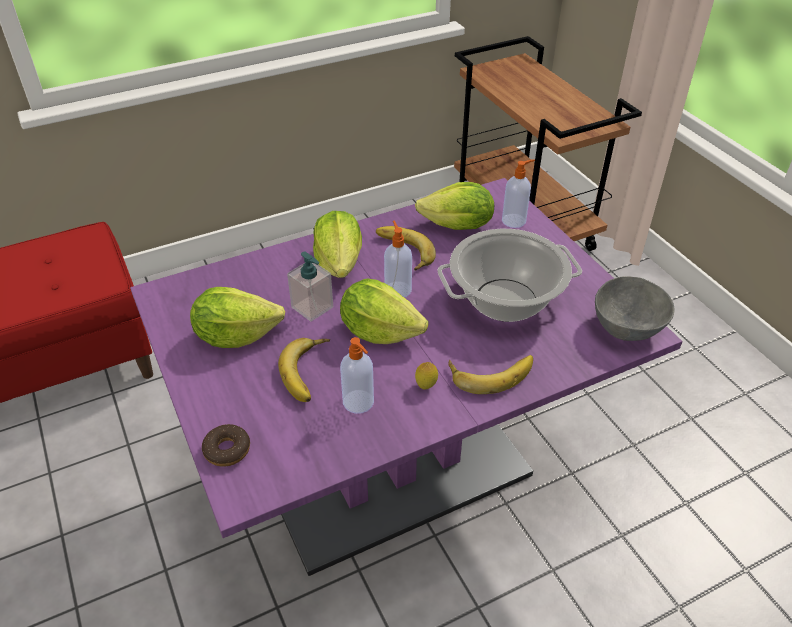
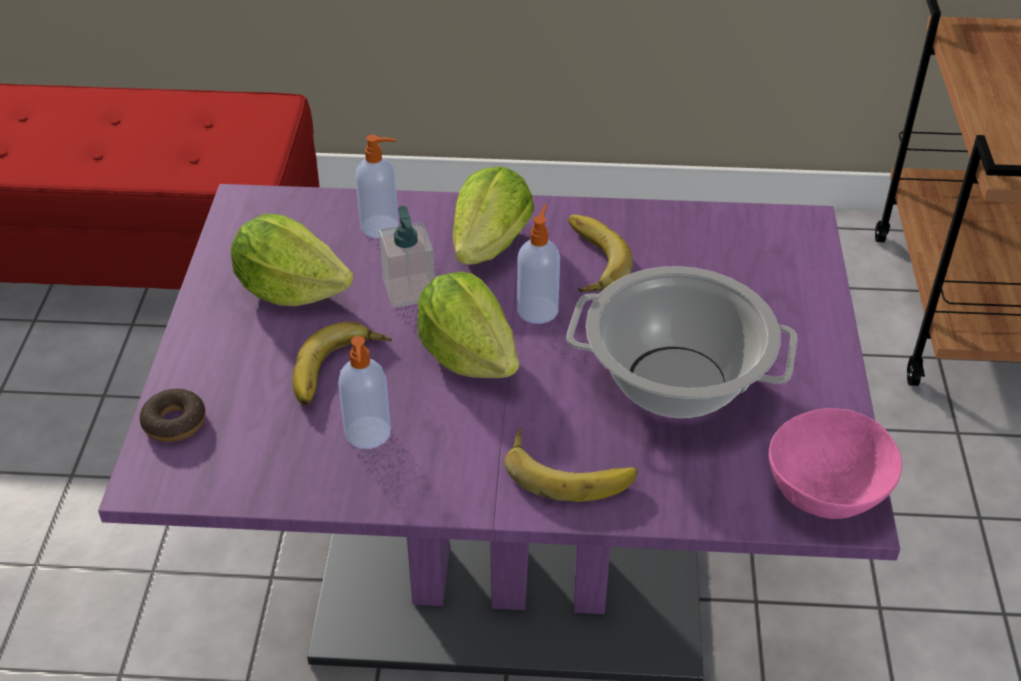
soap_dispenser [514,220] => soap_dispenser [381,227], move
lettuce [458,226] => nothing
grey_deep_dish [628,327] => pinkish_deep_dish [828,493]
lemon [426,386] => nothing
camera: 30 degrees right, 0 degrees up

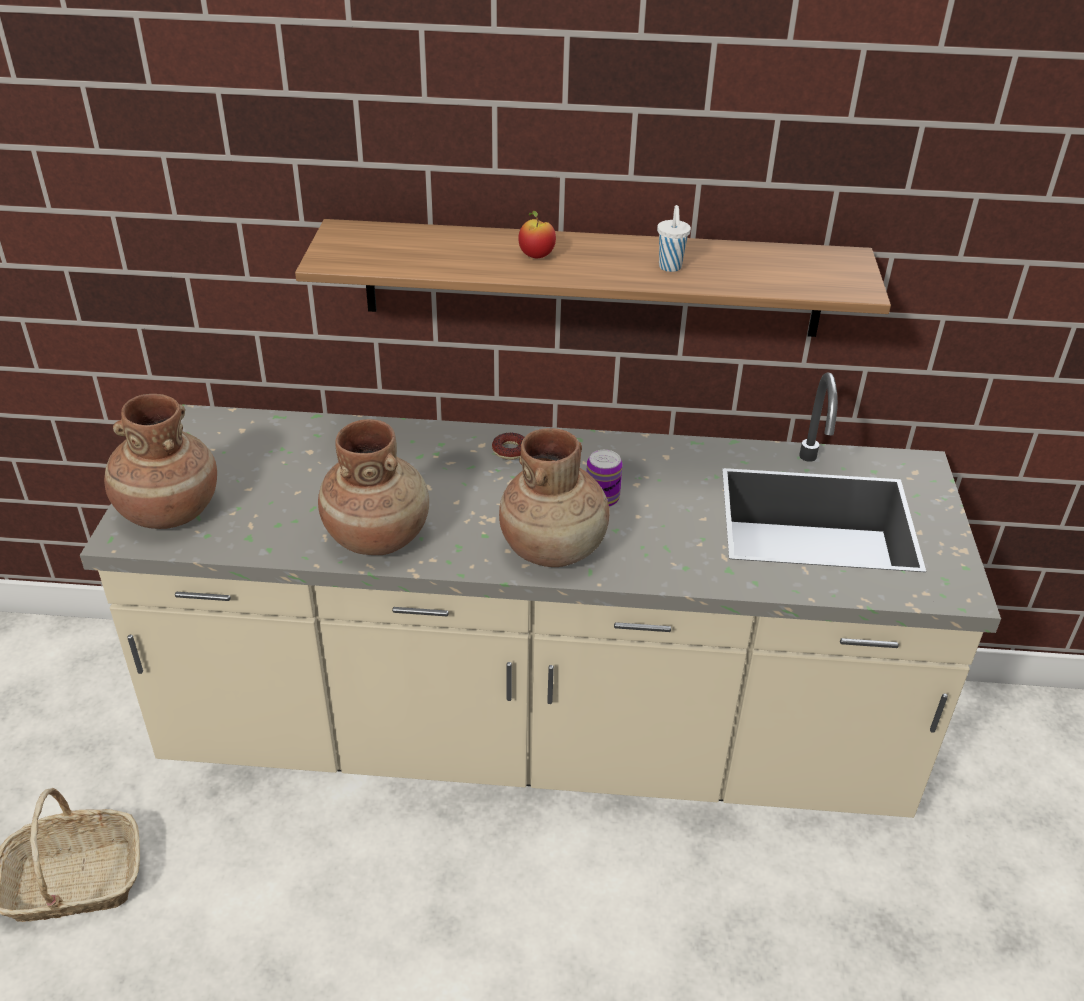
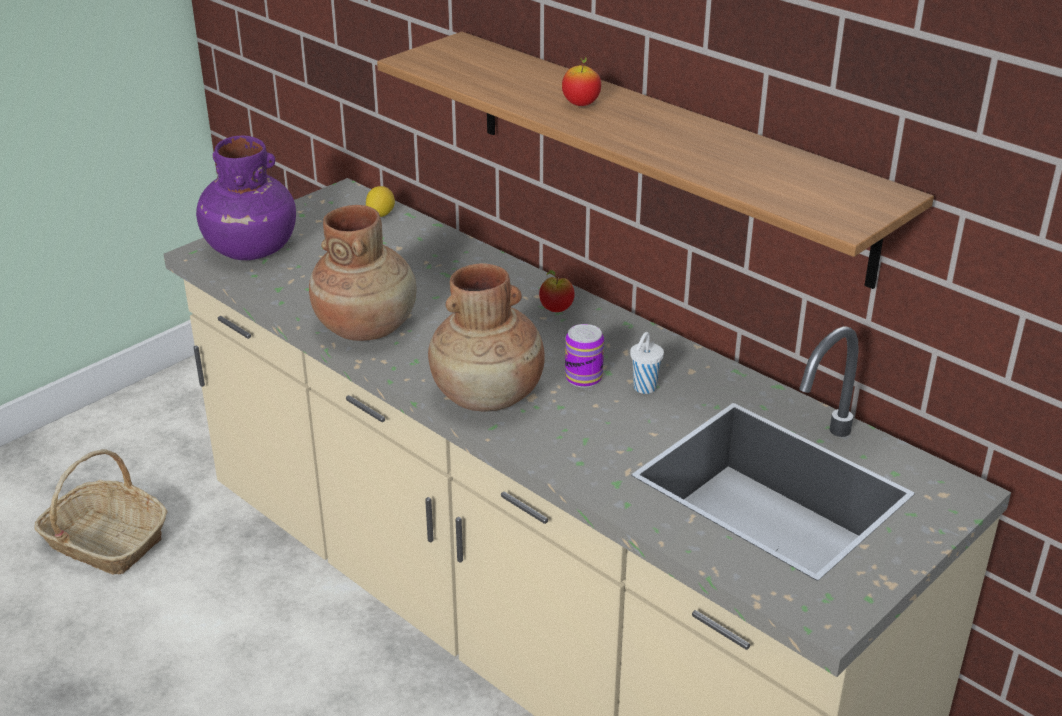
whitish_cup [670,268] => whitish_cup [644,388], move
brown_flower_vase [168,511] => purplish_flower_vase [251,249]
doughnut [510,450] => apple [556,309]
nothing => lemon [380,214]
camera: 40 degrees right, 5 degrees down

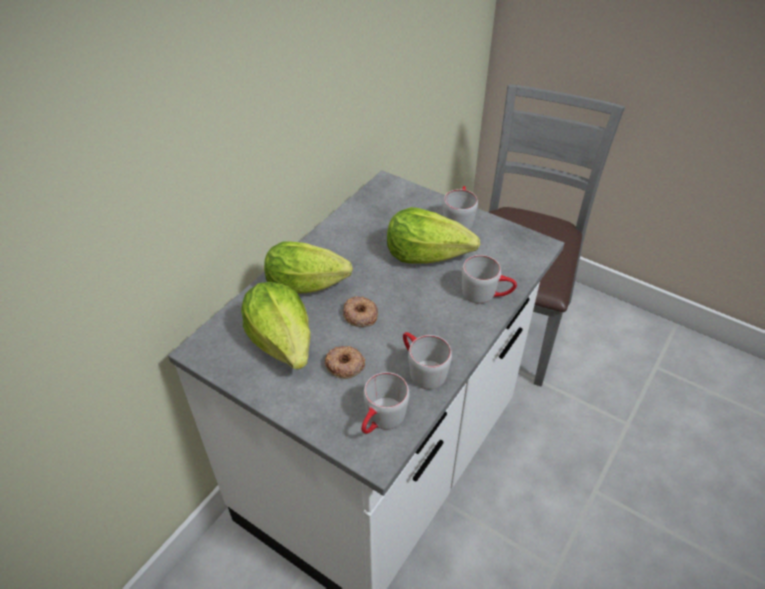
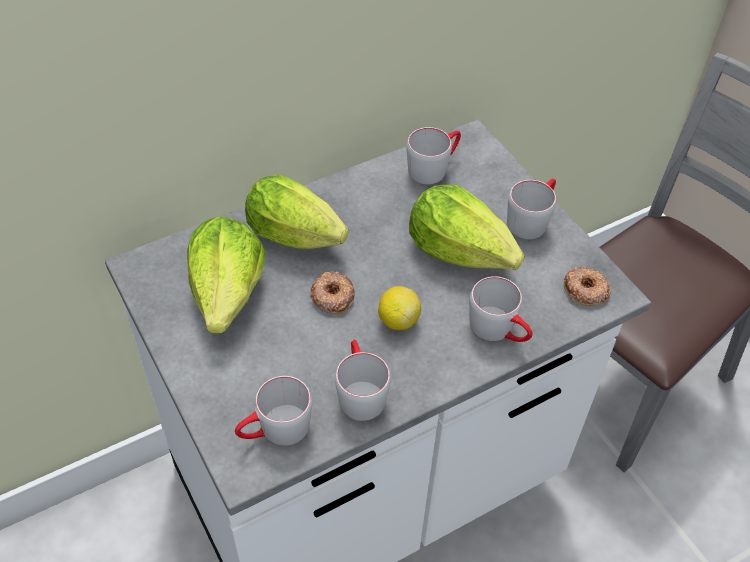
doughnut [344,365] => doughnut [585,290], move
nothing => grey_tea_mug [434,167]
nothing => lemon [398,320]
camera: 25 degrees right, 5 degrees up

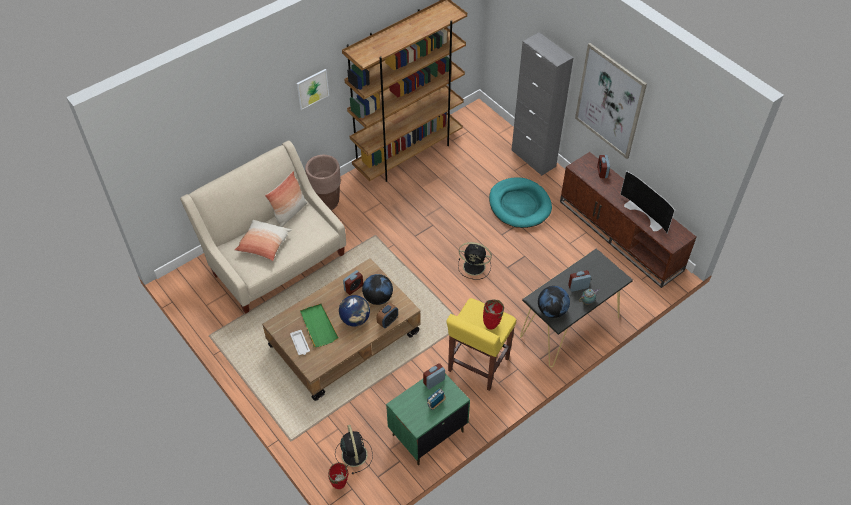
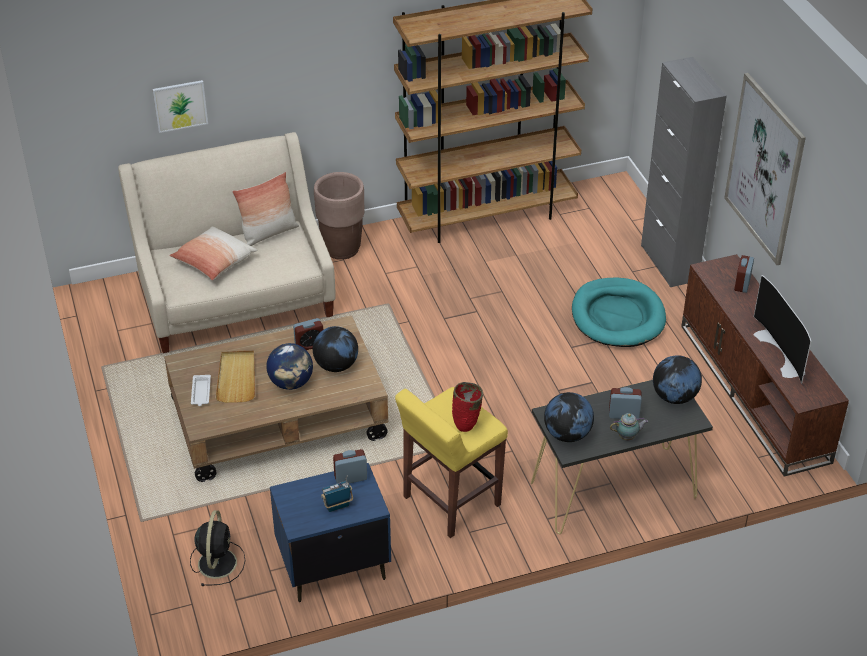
wall_picture [312,88] => wall_picture [180,105], move
black_cooling_fan [475,267] => nothing
greenish_carrying_tray [318,326] => beige-coloured_carrying_tray [237,378]
bedside_clock [387,321] => nothing
greenish_bedside_table [427,433] => bluish_bedside_table [332,566]
red_flower_vase [339,485] => nothing
nothing => globe [674,397]
camera: 20 degrees right, 10 degrees down

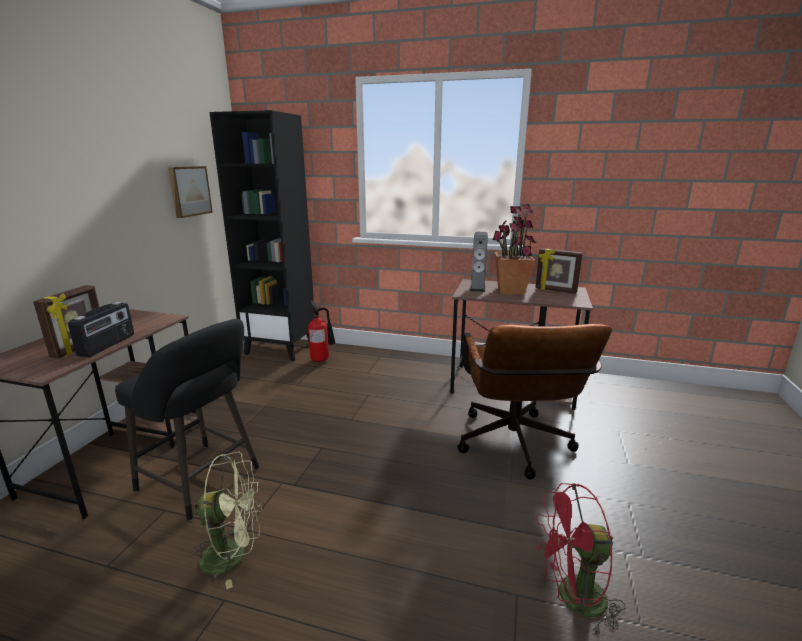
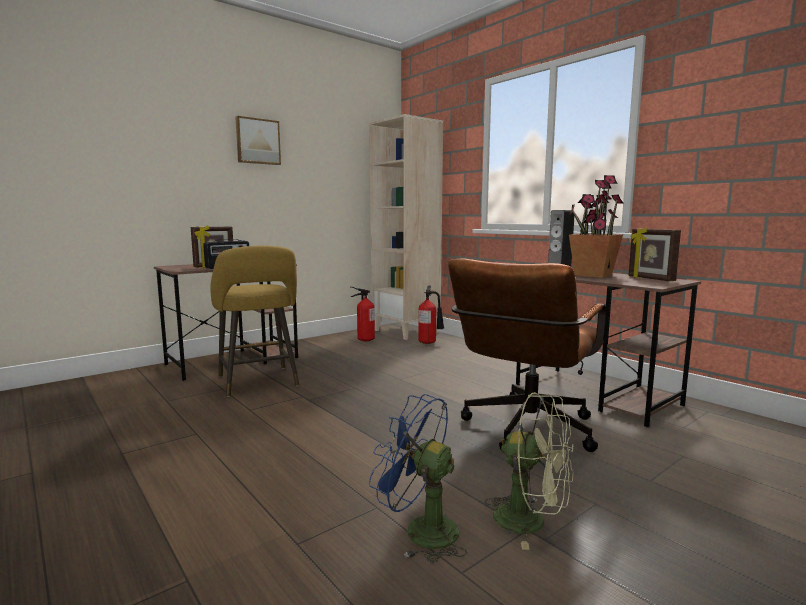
black_bookshelf [281,348] => beige-coloured_bookshelf [406,332]
wall_picture [189,191] => wall_picture [257,141], move
black_stool [203,481] => yellow_stool [259,383]
greenish_cooling_fan [233,555] => greenish_cooling_fan [531,521], move
red_cooling_fan [572,599] => bluish_cooling_fan [420,530]
nothing => fire-fighting_cylinder [364,340]
camera: 35 degrees right, 10 degrees down

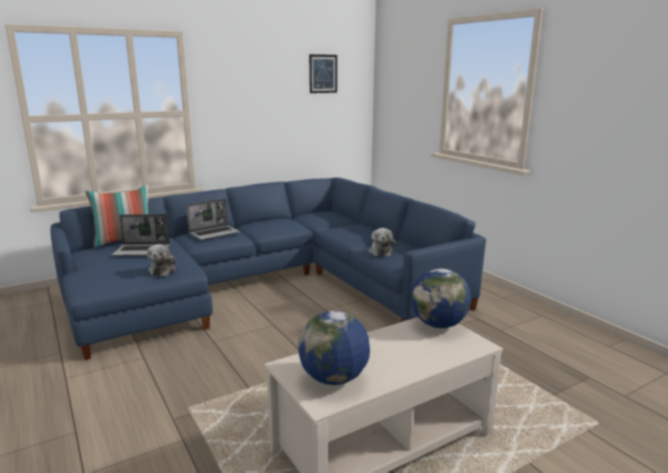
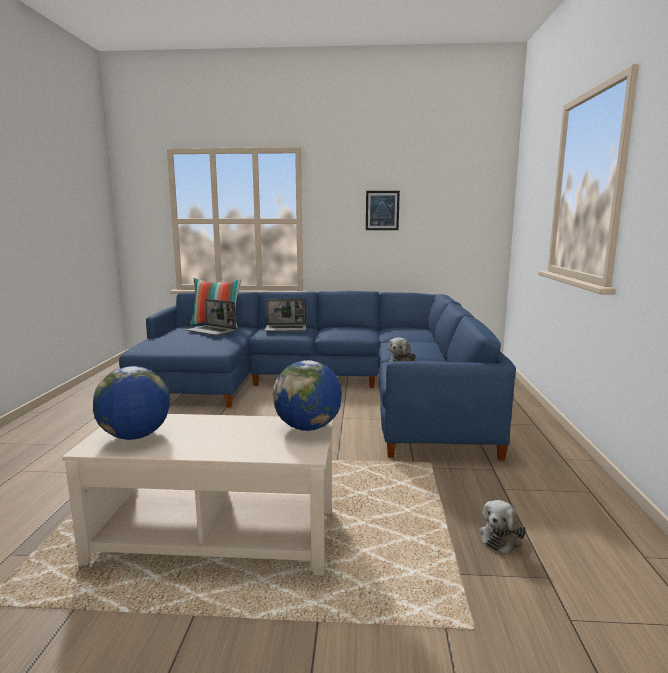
wall_picture [323,73] => wall_picture [382,210], move
soft_toy [163,270] => soft_toy [502,537], move
camera: 35 degrees right, 5 degrees down

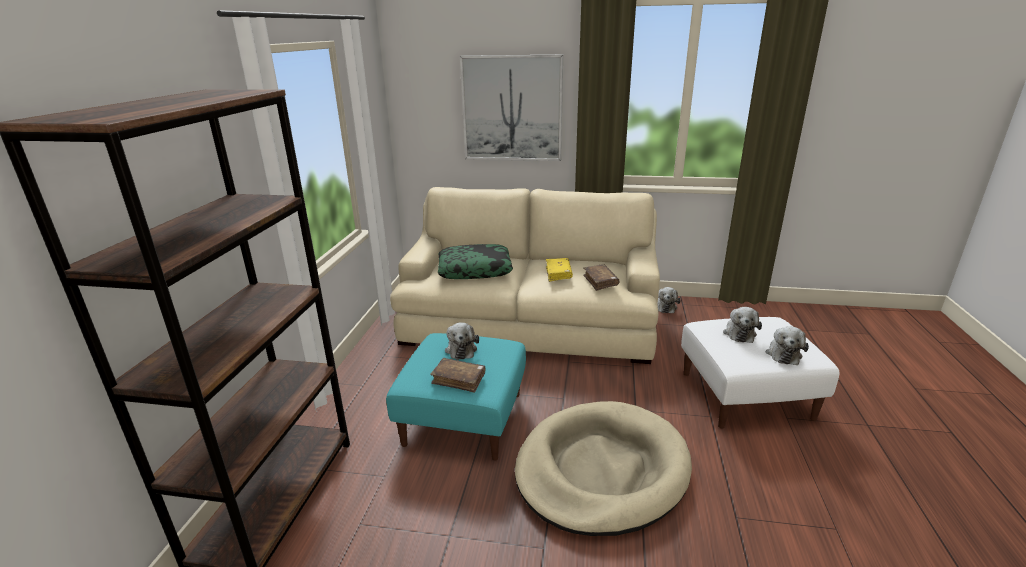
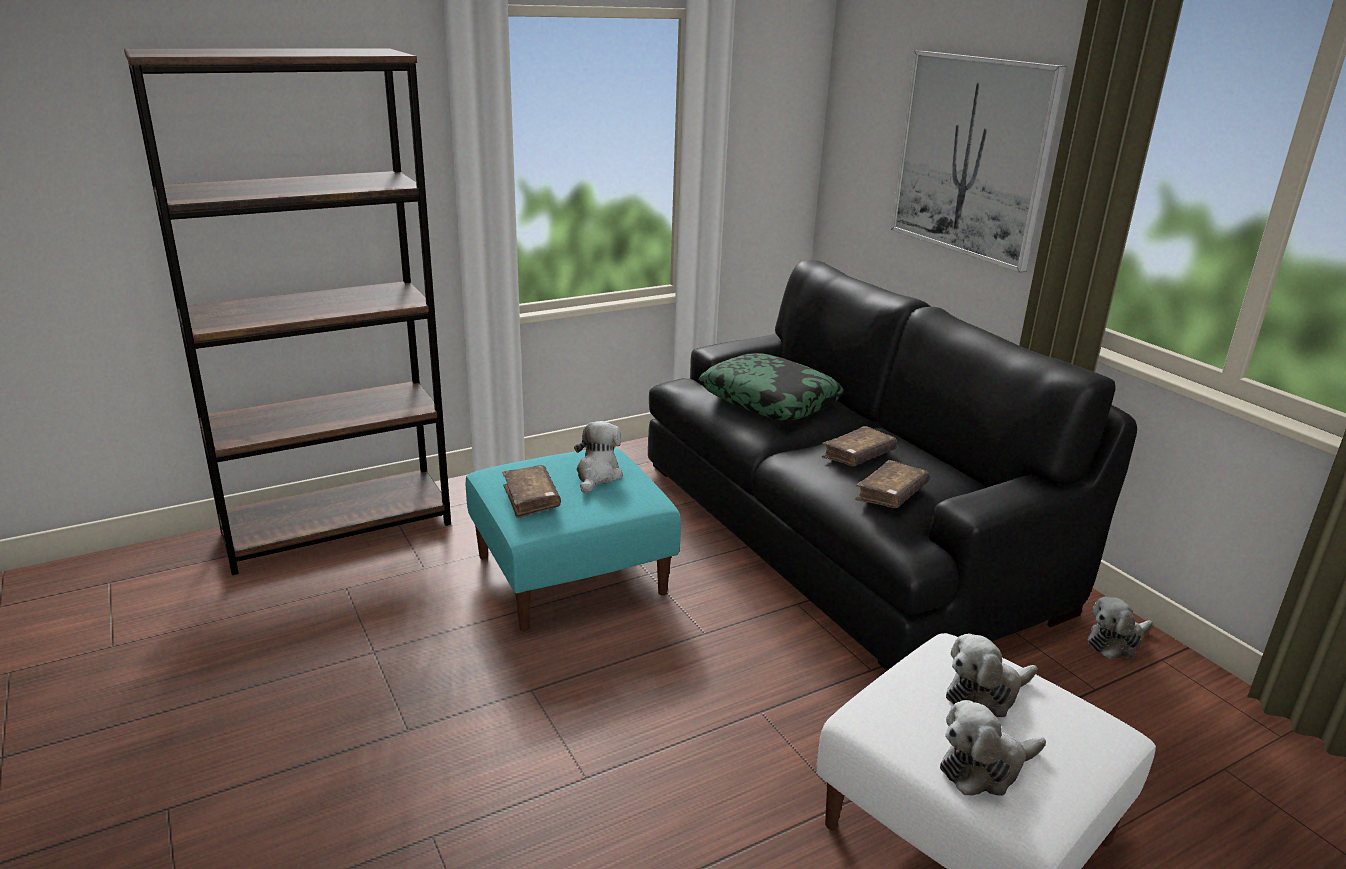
beige-coloured_settee [528,324] => black_settee [839,533]
yellow_book [558,274] => brown_book [858,456]
soft_toy [461,349] => soft_toy [597,475], 150 degrees clockwise
beige-coloured_pet_bed [601,470] => nothing
camera: 50 degrees right, 0 degrees up

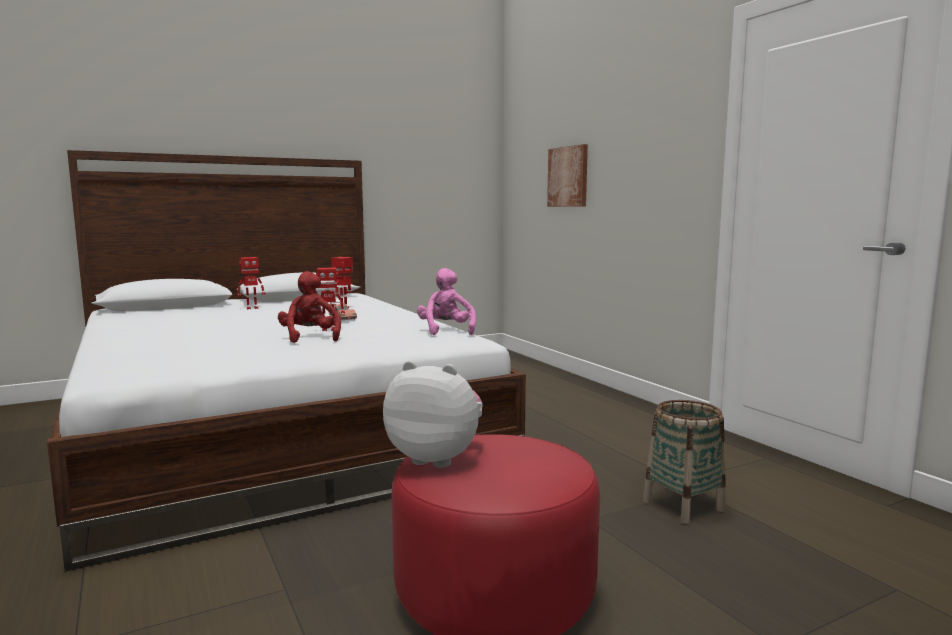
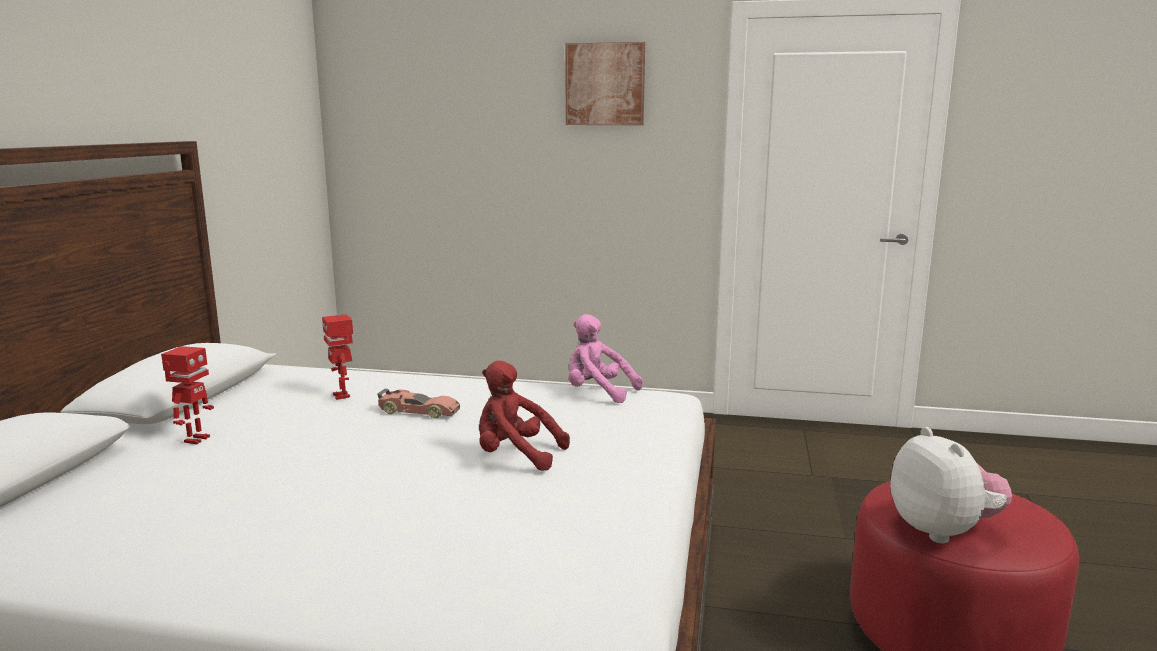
wall_picture [568,177] => wall_picture [605,84], move
model_robot [329,329] => nothing
soft_toy [436,458] => soft_toy [943,531], 105 degrees clockwise
basket [683,506] => nothing
camera: 50 degrees left, 5 degrees up

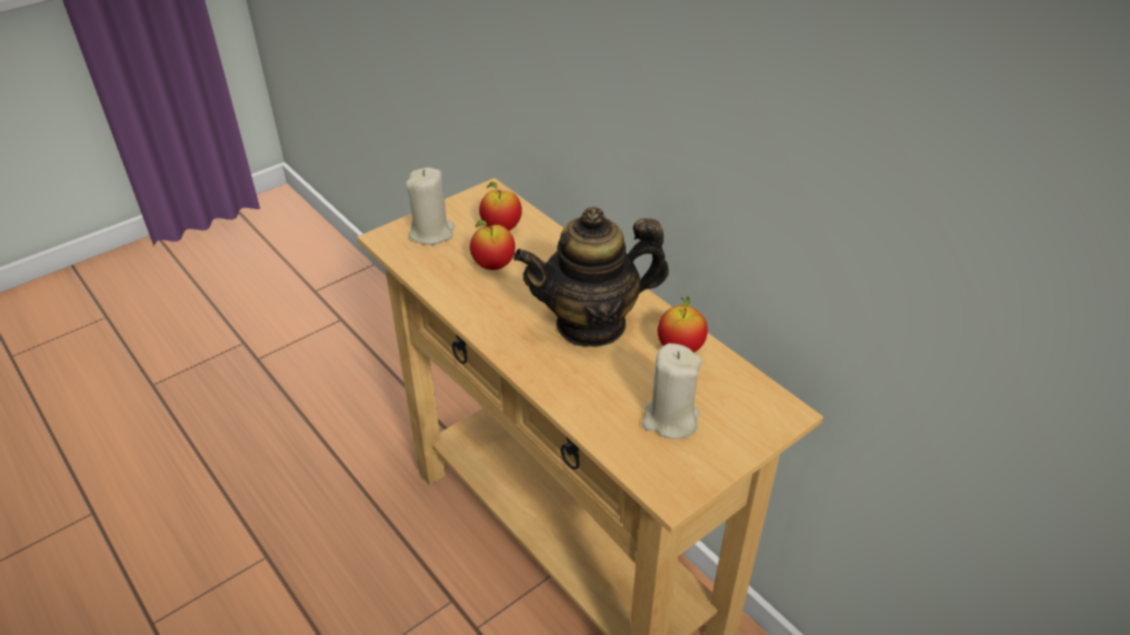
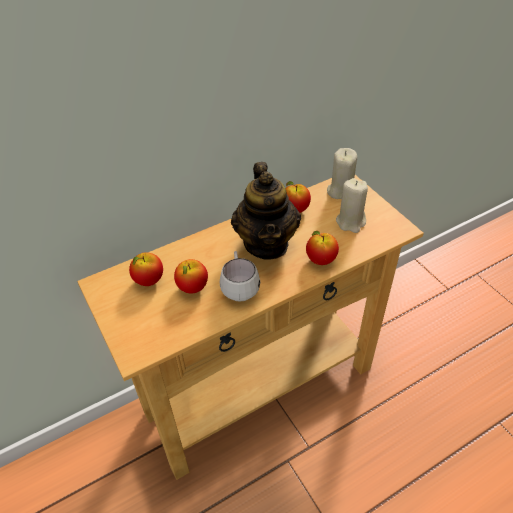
beige-coloured_wax_candle [432,233] => beige-coloured_wax_candle [340,191], move
nothing => apple [321,260]
nothing => whitish_tea_mug [239,286]
camera: 80 degrees left, 5 degrees up

